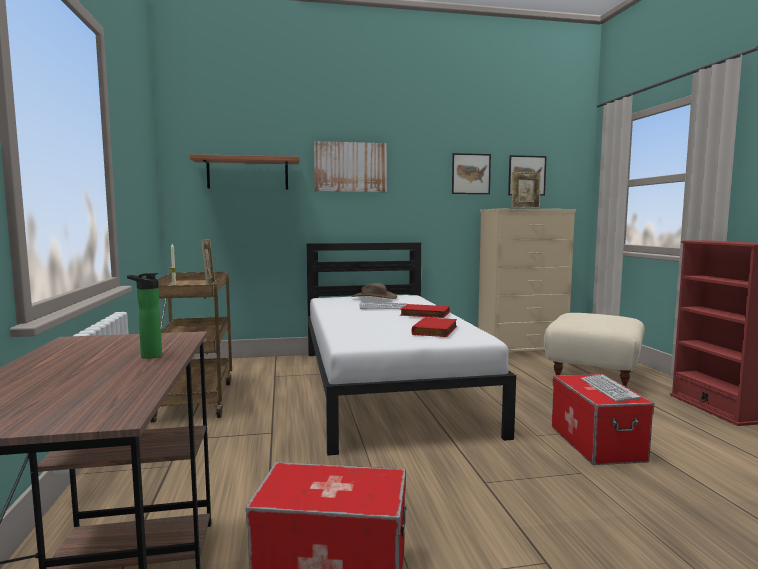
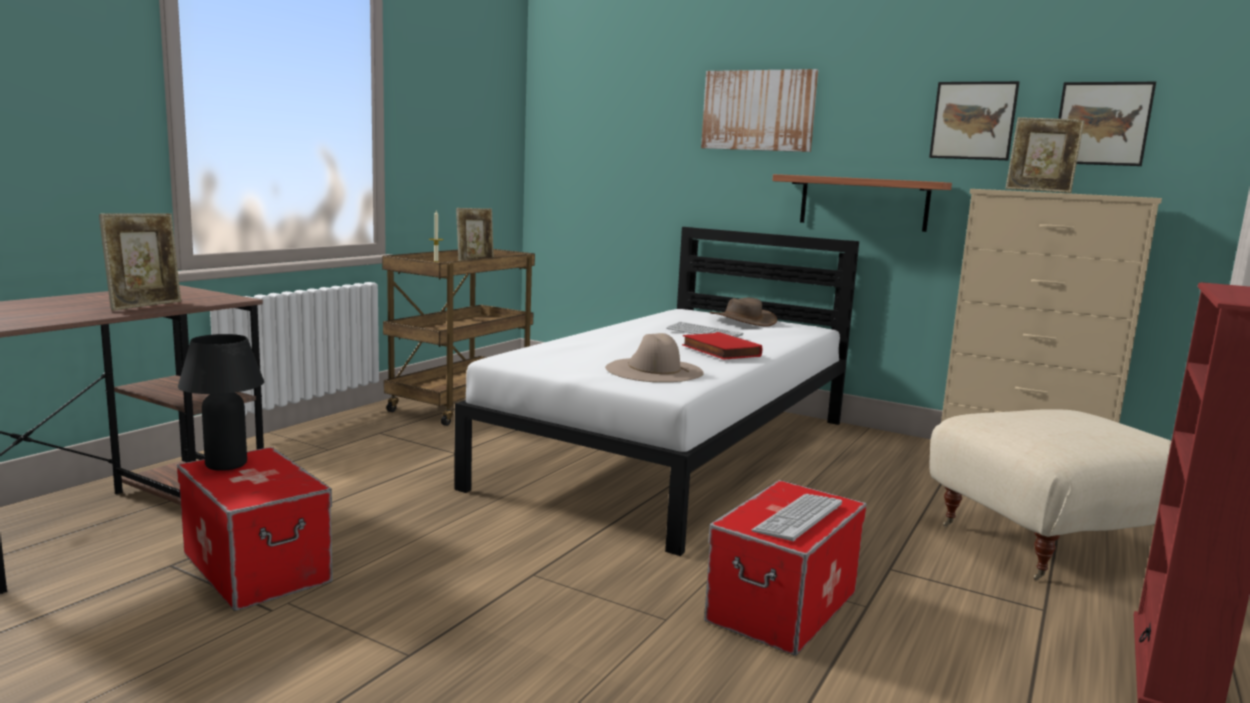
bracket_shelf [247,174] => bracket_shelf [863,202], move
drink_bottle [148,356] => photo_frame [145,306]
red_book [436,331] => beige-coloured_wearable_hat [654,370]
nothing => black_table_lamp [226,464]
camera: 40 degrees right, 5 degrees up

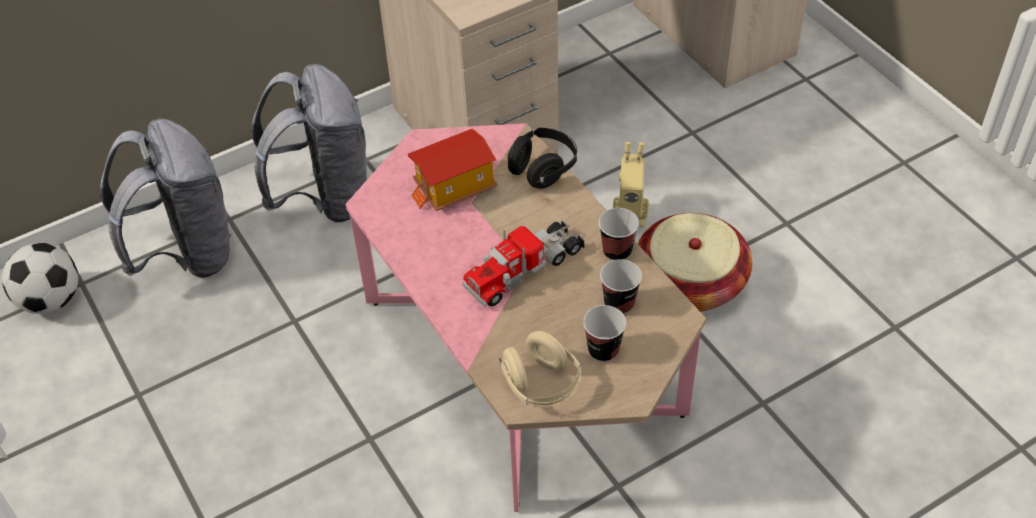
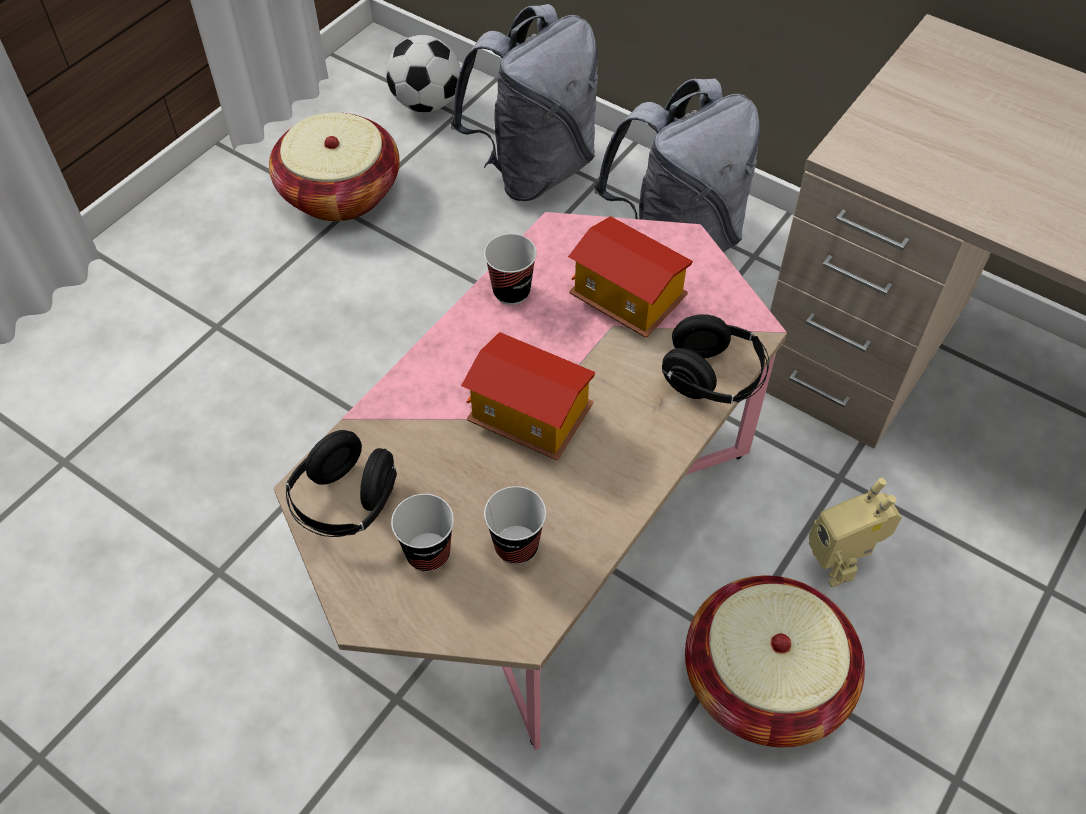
cup [617,251] => cup [511,291], move
toy_lorry [524,268] => toy_house [528,419]
beige-coloured_headphones [541,384] => black_headphones [345,502]
nothing => basket [340,192]
camera: 65 degrees right, 5 degrees up

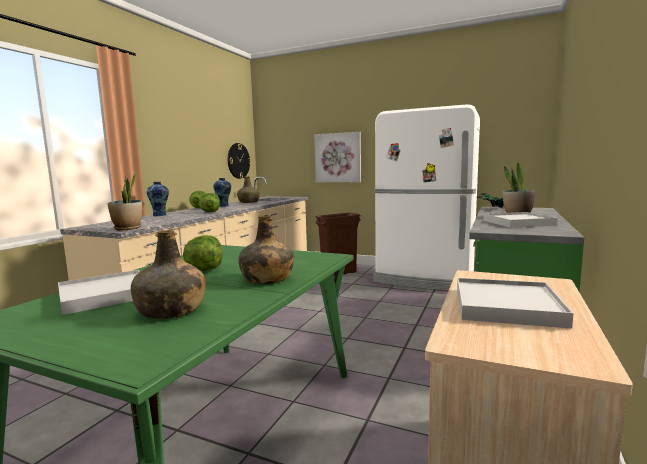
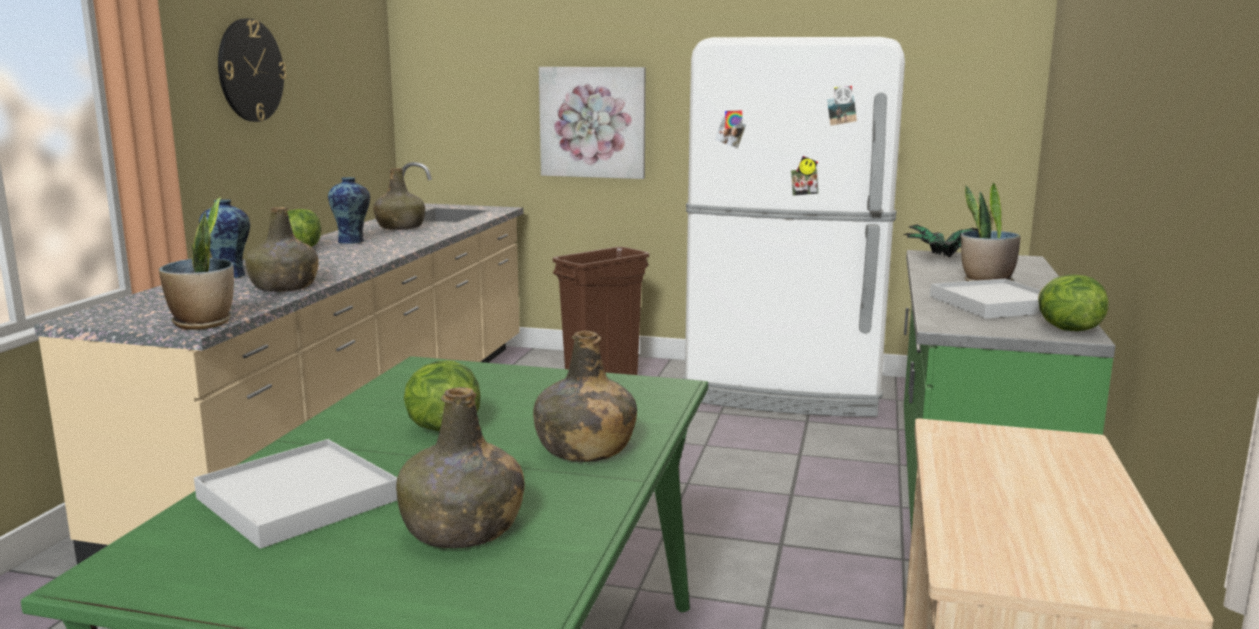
clock_on_the_wall [238,161] => clock_on_the_wall [250,70], move
lettuce [210,212] => lettuce [1066,329], move
whitish_carrying_tray [506,306] => nothing
nothing => greenish_drink_bottle [284,287]
camera: 10 degrees left, 5 degrees up

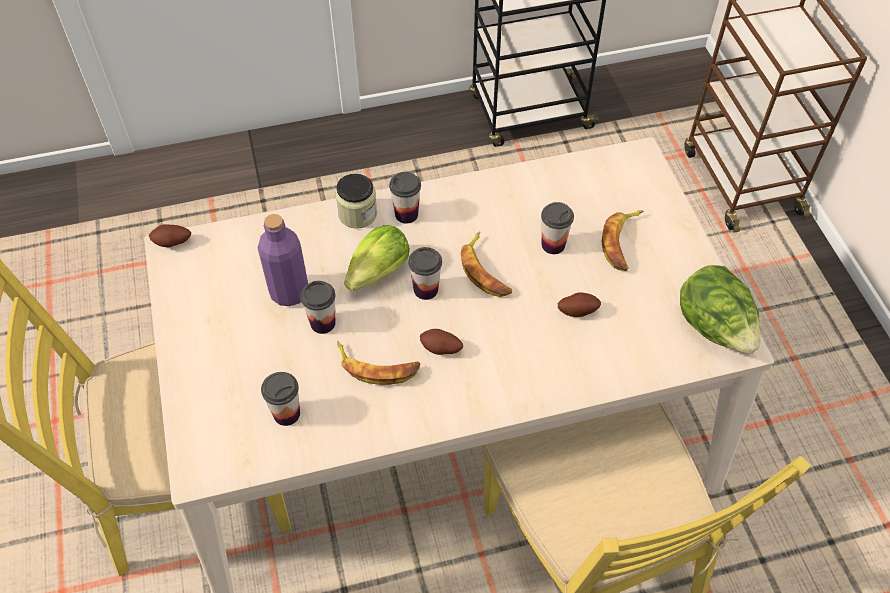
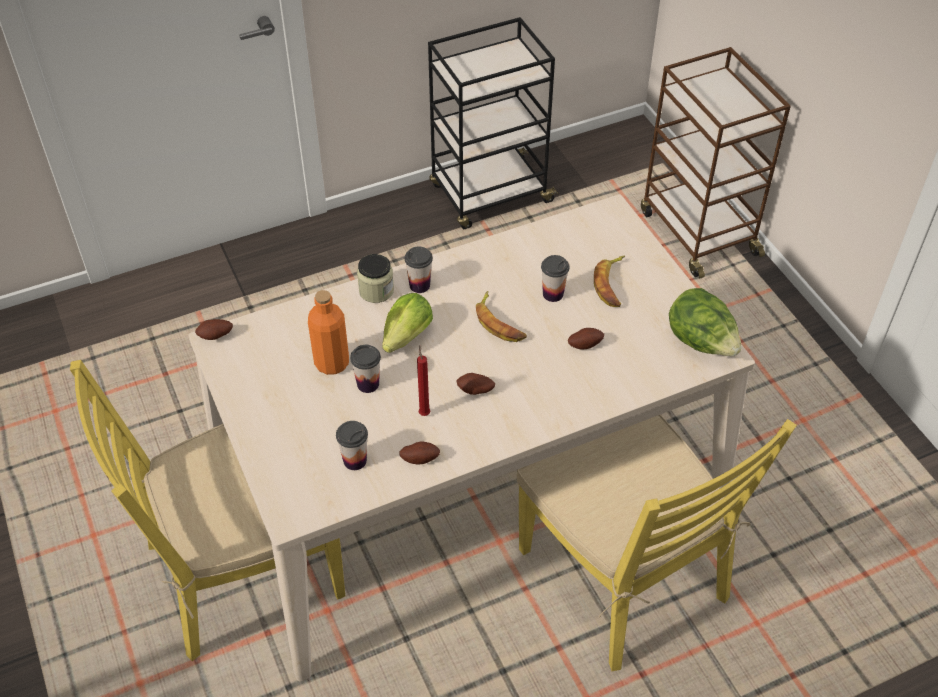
purplish_drink_bottle [289,292] => orangey_drink_bottle [332,363]
cup [426,289] => nothing
whole_banana [377,367] => red_wax_candle [424,412]
nothing => potato [420,458]
camera: 10 degrees left, 5 degrees down

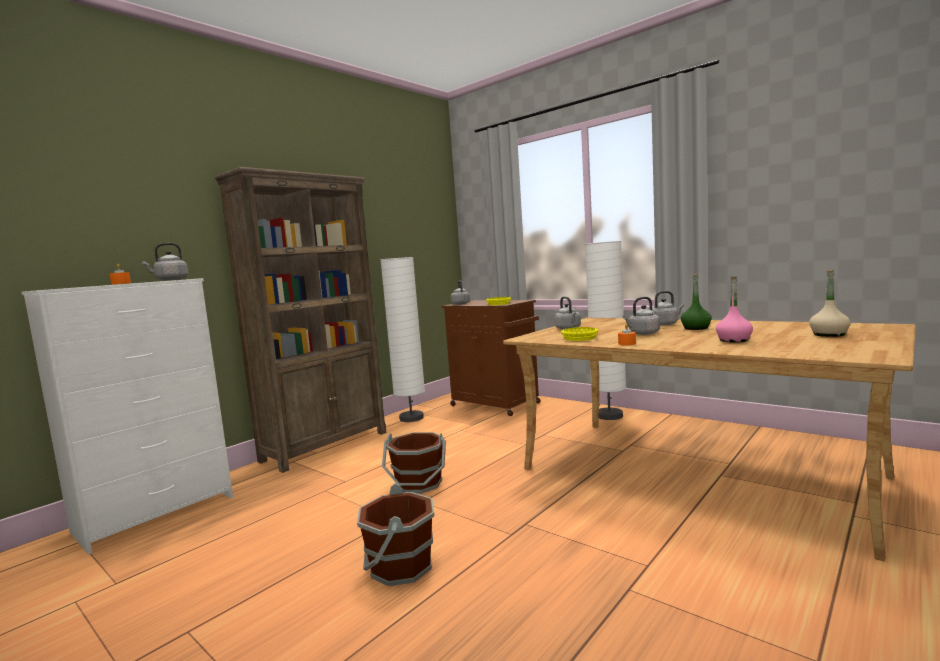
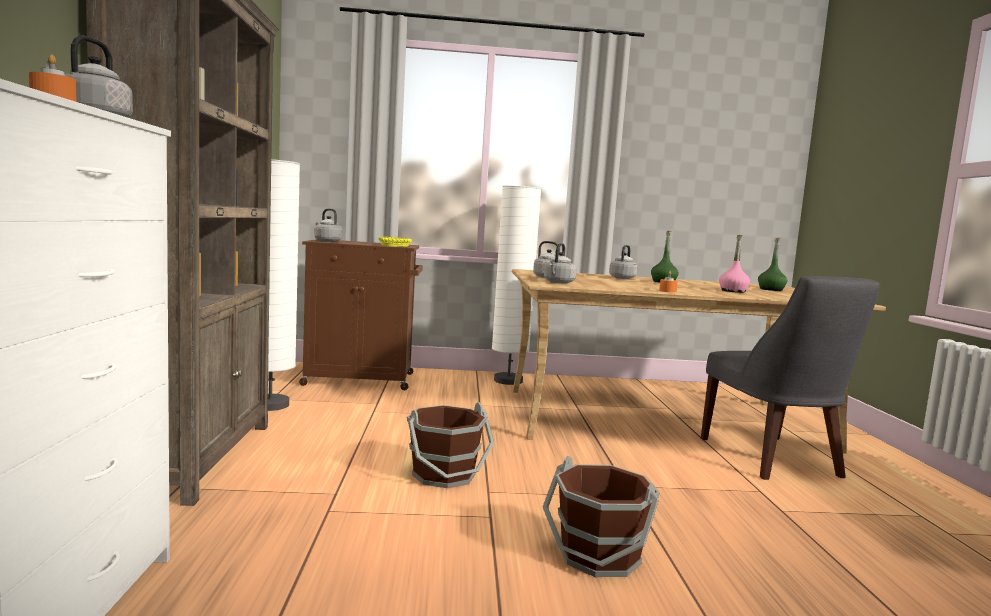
beige-coloured_drink_bottle [829,335] => greenish_drink_bottle [771,289]
grey_kettle [642,334] => grey_kettle [558,282], move
yellow_deep_dish [580,338] => nothing
nothing => grey_upright_chair [773,459]
camera: 45 degrees left, 0 degrees up

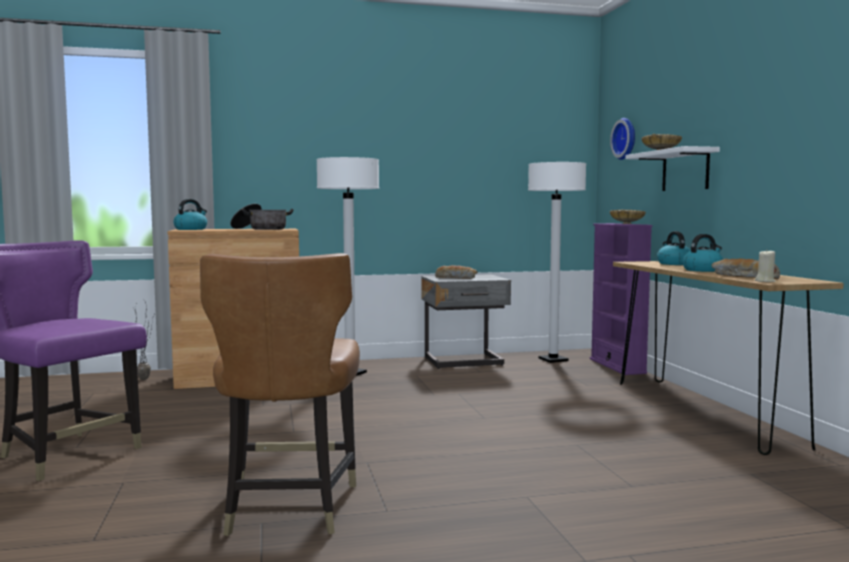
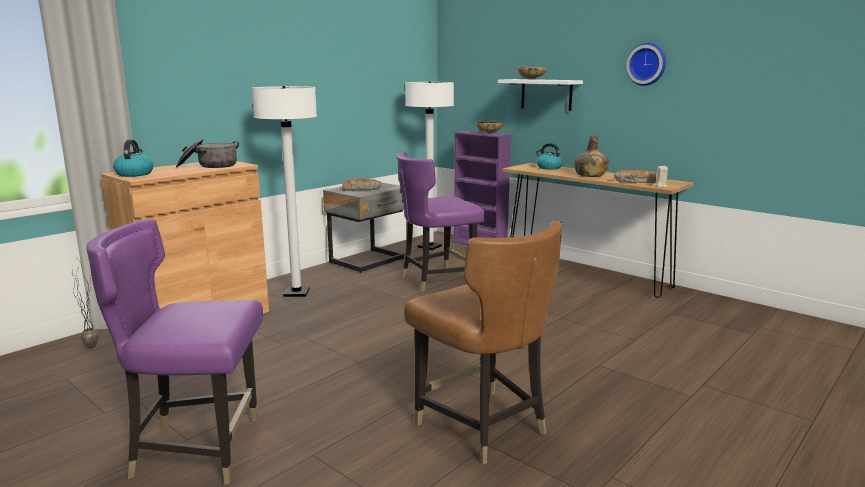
clock_on_the_wall [626,138] => clock_on_the_wall [647,64], move
kettle [702,270] => greenish_drink_bottle [590,175]
nothing => purplish_upright_chair [437,280]
camera: 35 degrees left, 10 degrees up

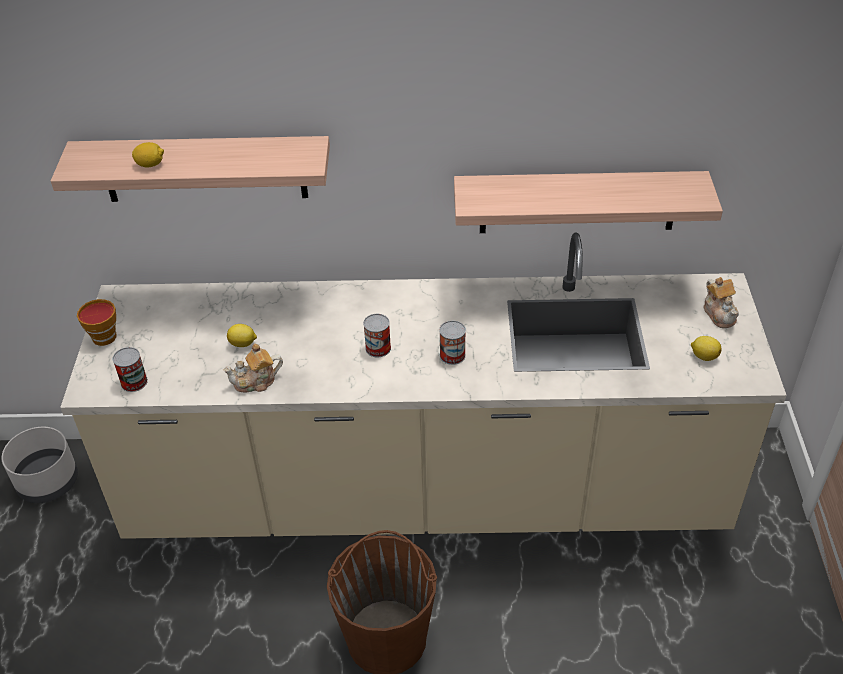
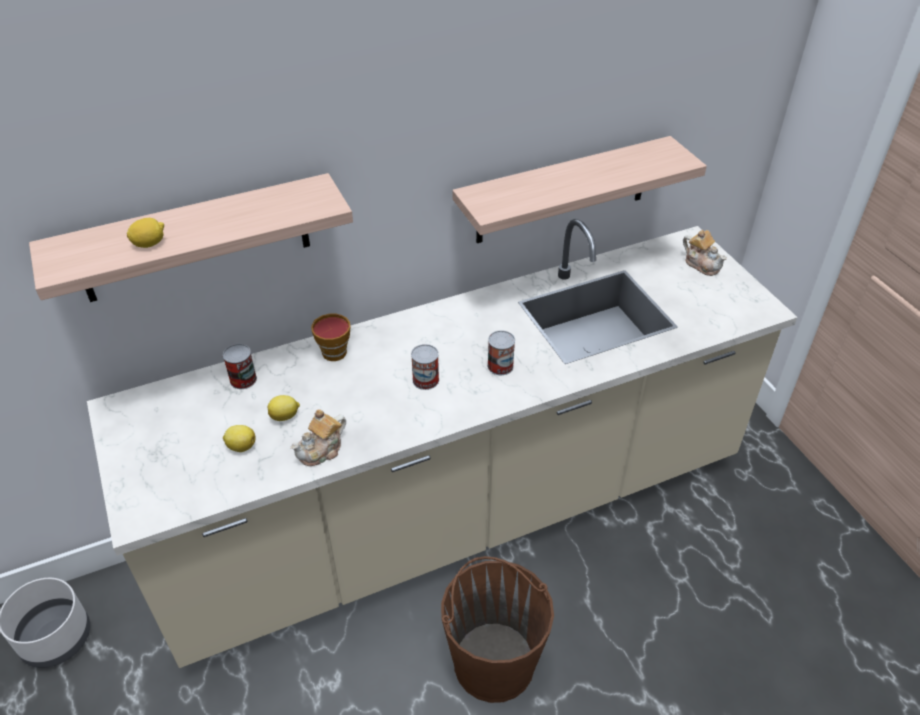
cup [103,335] => cup [331,351], move
lemon [703,356] => lemon [241,446], move
metal_can [134,382] => metal_can [243,379], move
camera: 25 degrees left, 0 degrees up

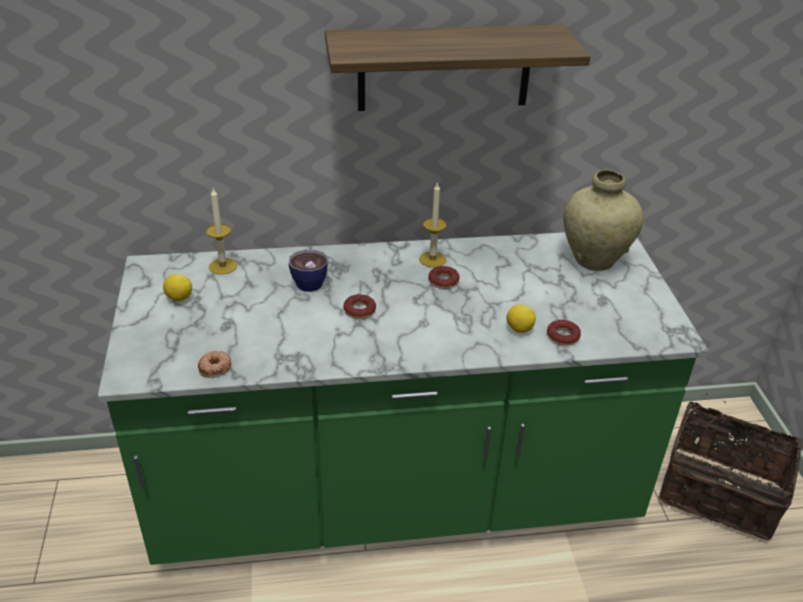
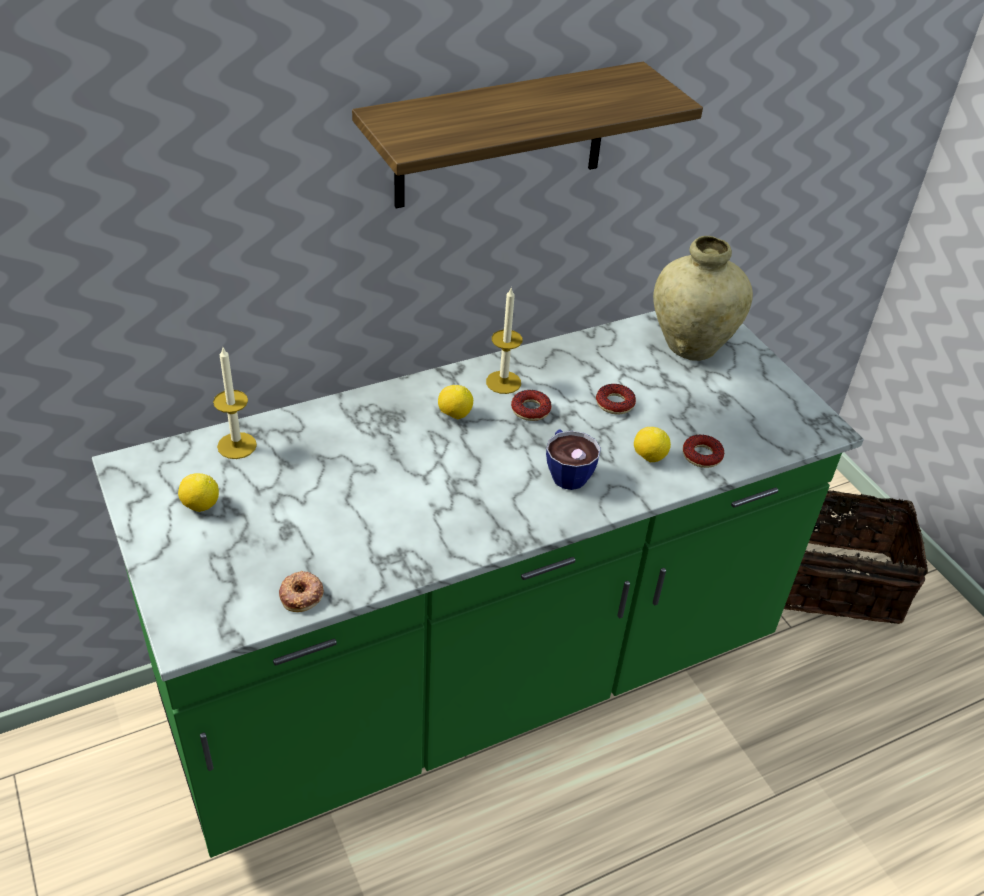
cup [310,280] => cup [566,472], move
doughnut [359,310] => doughnut [614,403], move
nothing => lemon [454,415]
camera: 20 degrees left, 5 degrees up

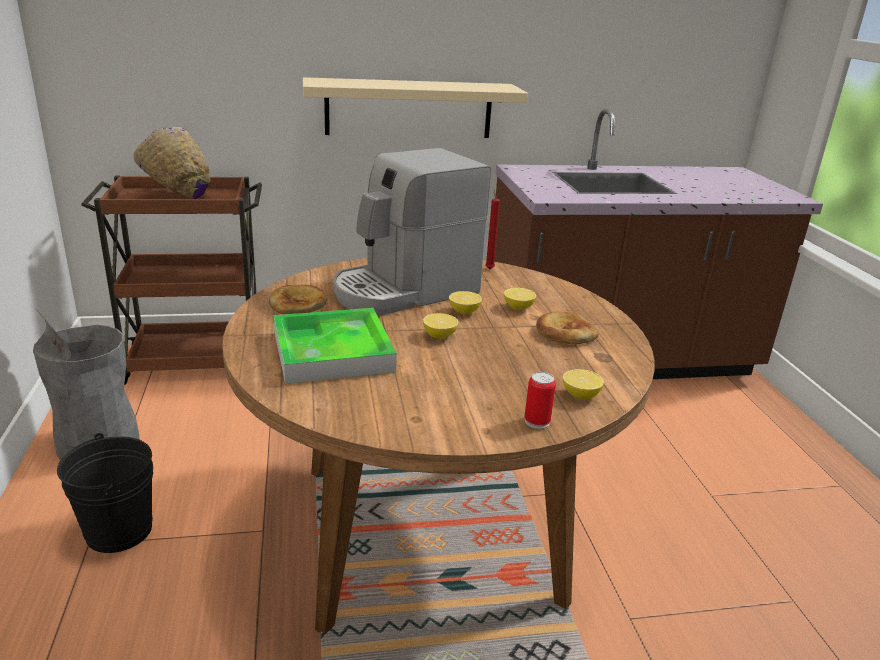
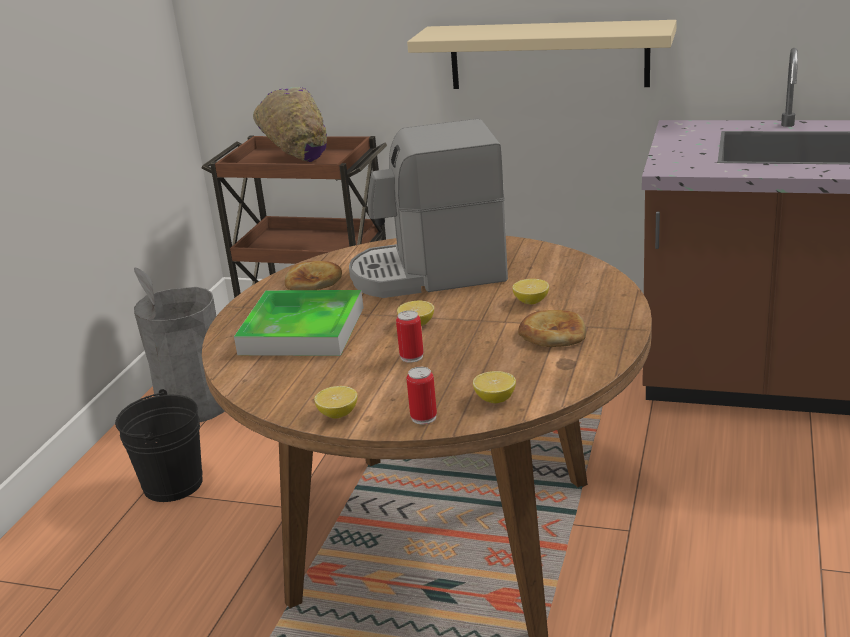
red_wax_candle [489,268] => nothing
lemon [464,312] => lemon [338,414], move
nothing => metal_can [411,357]
camera: 30 degrees right, 0 degrees up

